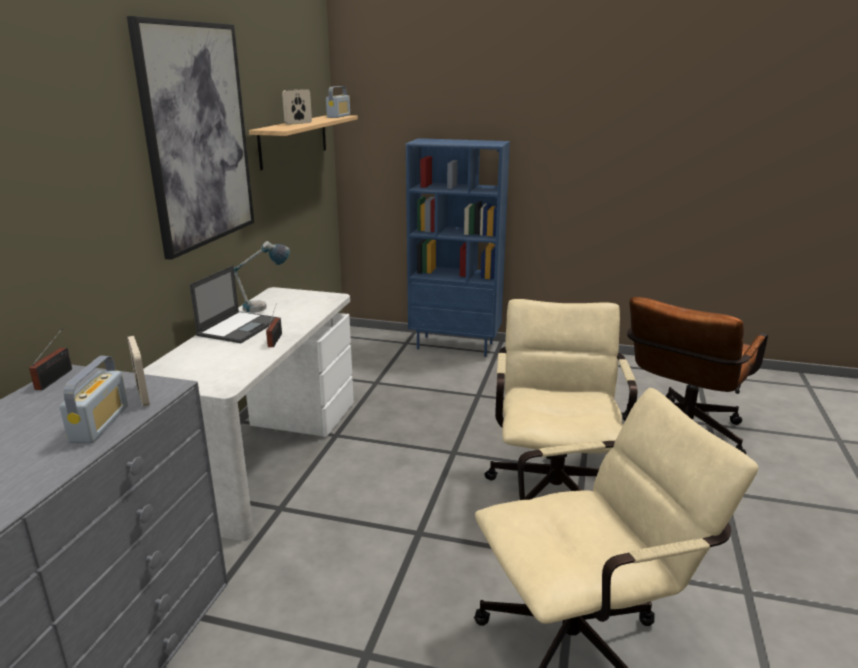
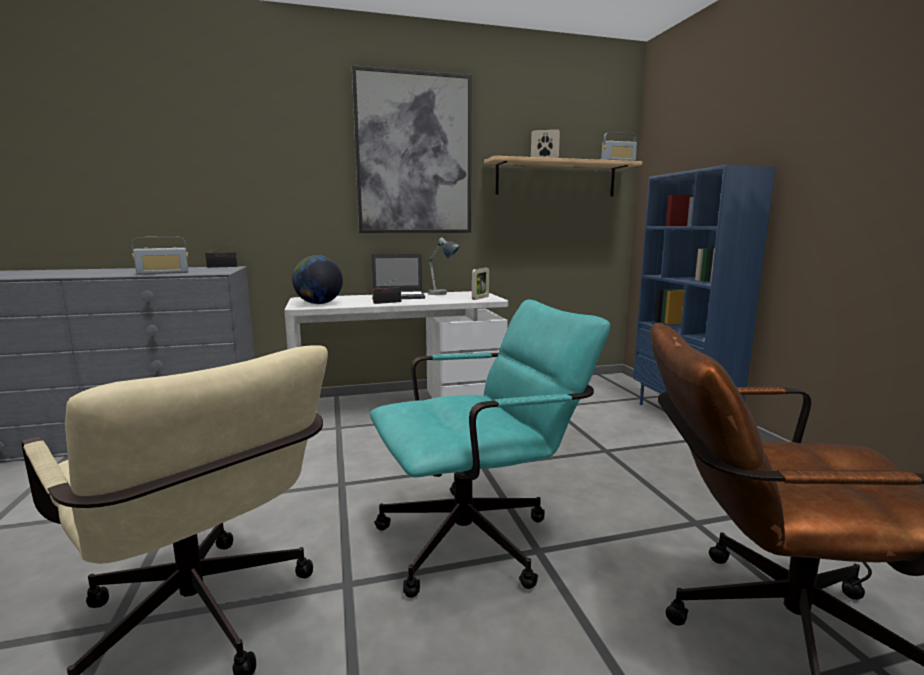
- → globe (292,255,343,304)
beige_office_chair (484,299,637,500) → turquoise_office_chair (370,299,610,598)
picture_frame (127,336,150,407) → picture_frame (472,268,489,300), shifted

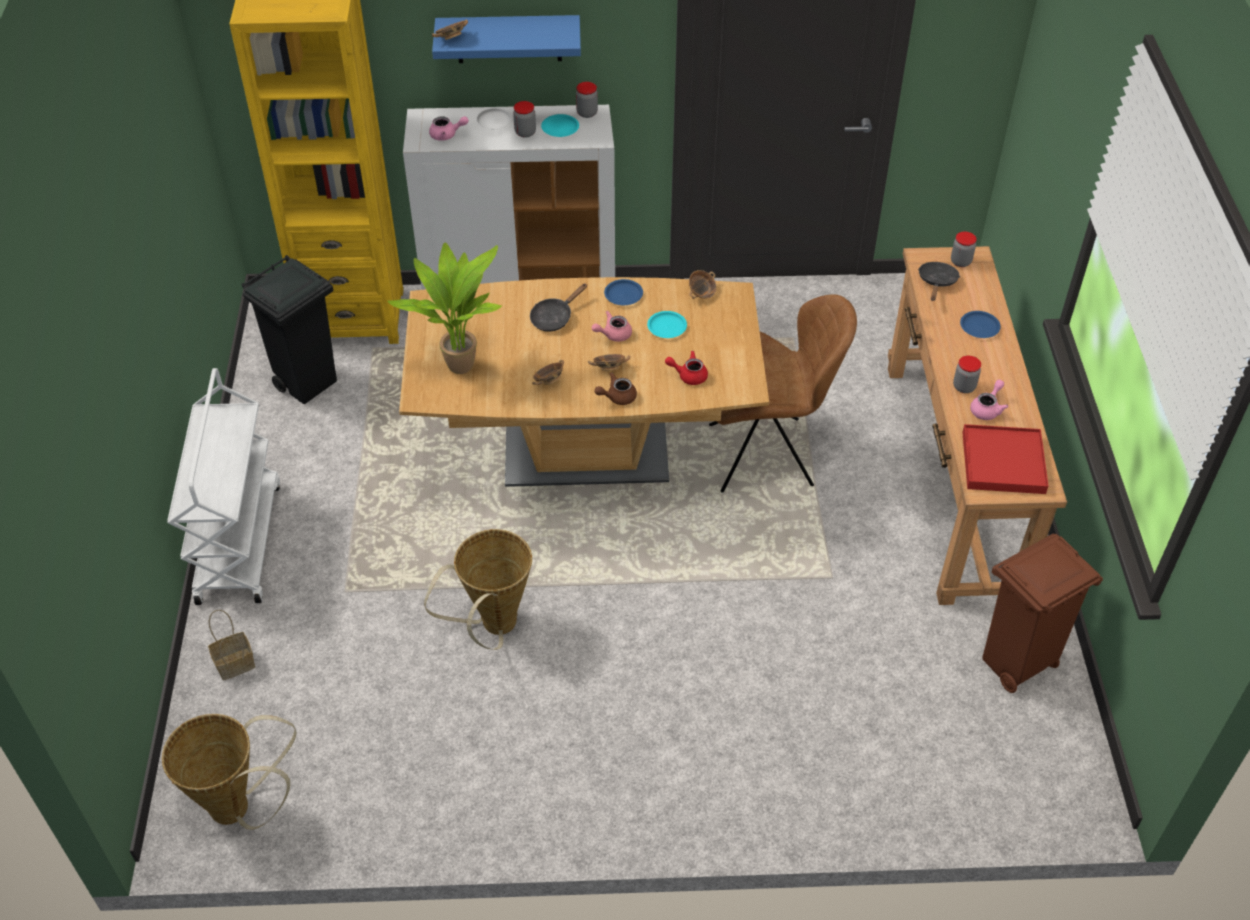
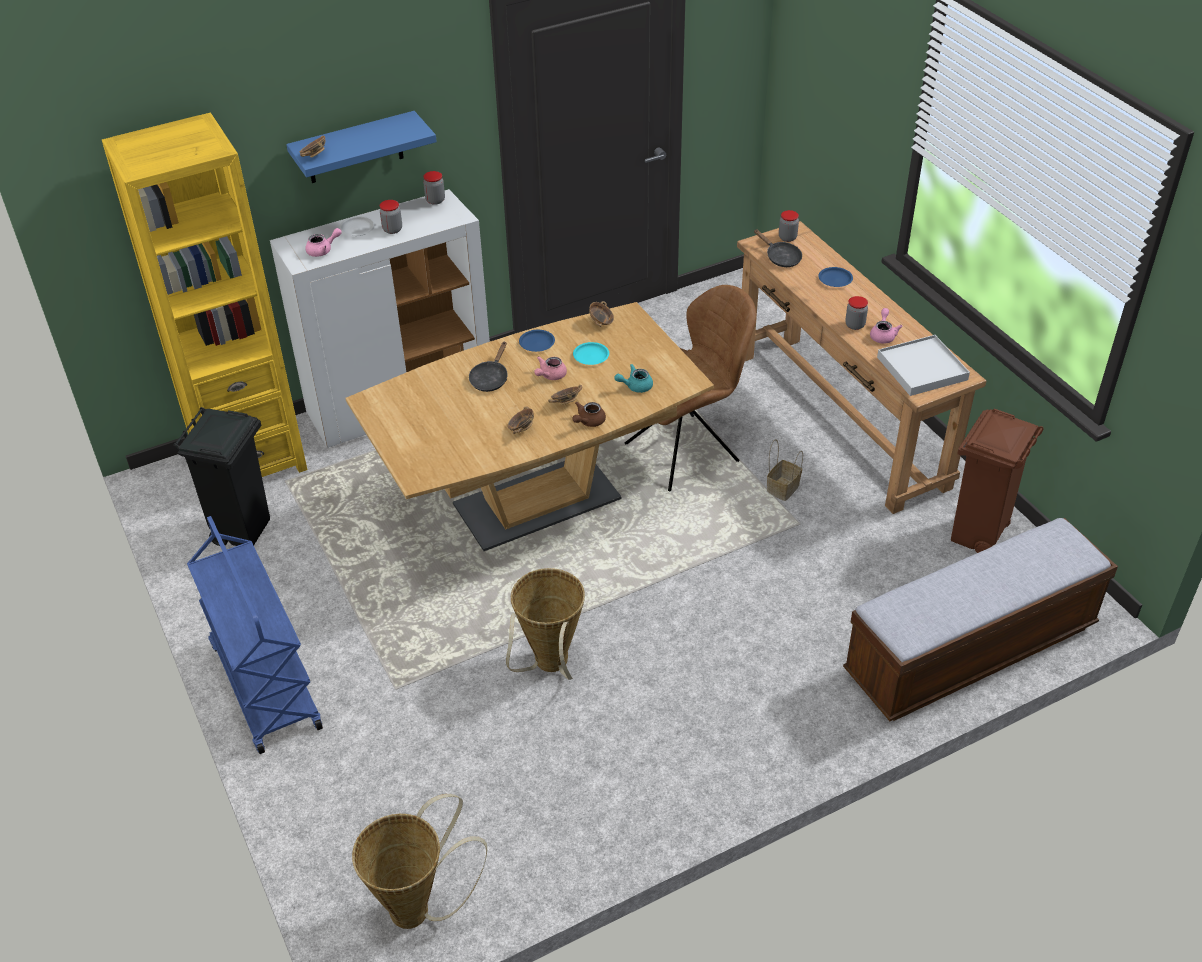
white_cart (167,368,280,605) → blue_cart (187,516,323,754)
red_teapot (665,351,708,385) → turquoise_teapot (614,364,653,393)
black_frying_pan (918,262,960,301) → black_frying_pan (754,229,802,267), 150 degrees clockwise
basket (208,610,256,680) → basket (767,439,803,501), shifted
- → bench (843,518,1118,721)
red_tray (962,424,1048,494) → white_tray (877,335,970,396)
potted_plant (387,242,503,374) → -
turquoise_plate (541,114,579,137) → -

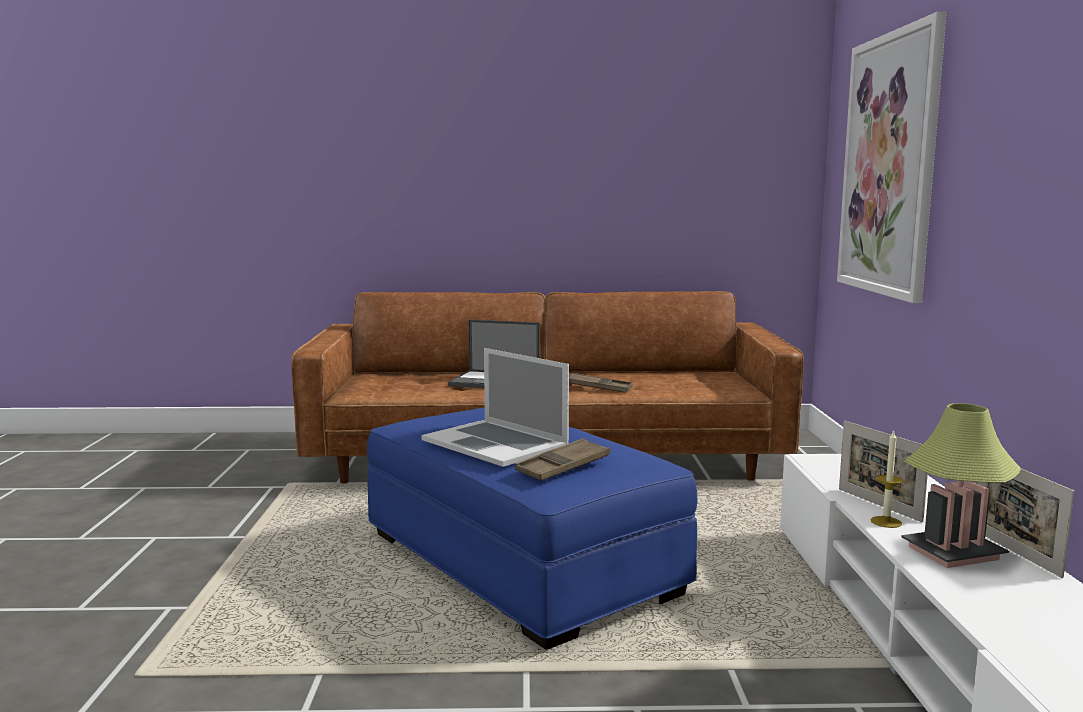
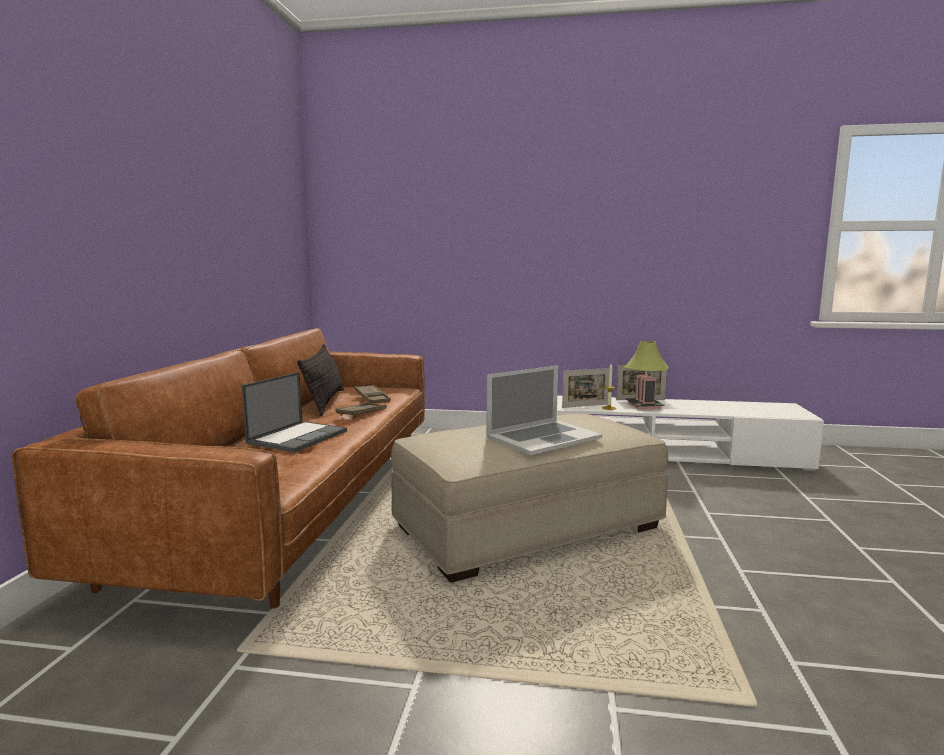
- → pillow (297,344,344,416)
brown_tray (515,438,610,481) → brown_tray (355,385,391,403), shifted
blue_ottoman (367,408,698,650) → beige_ottoman (391,413,668,582)
picture (837,12,947,303) → -

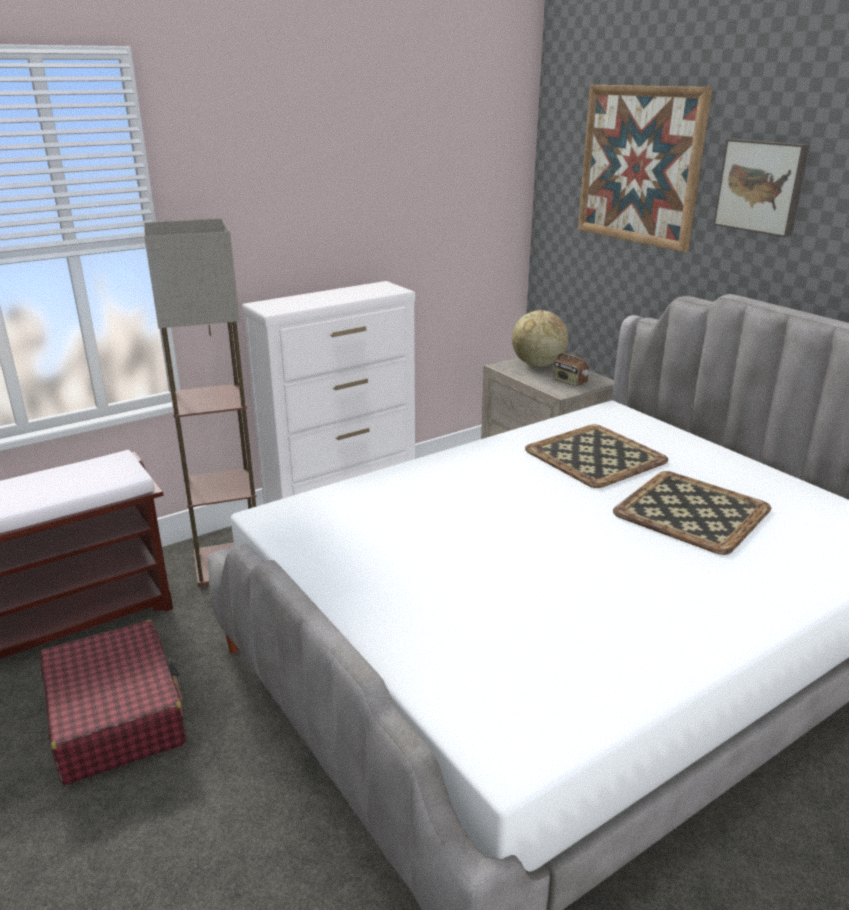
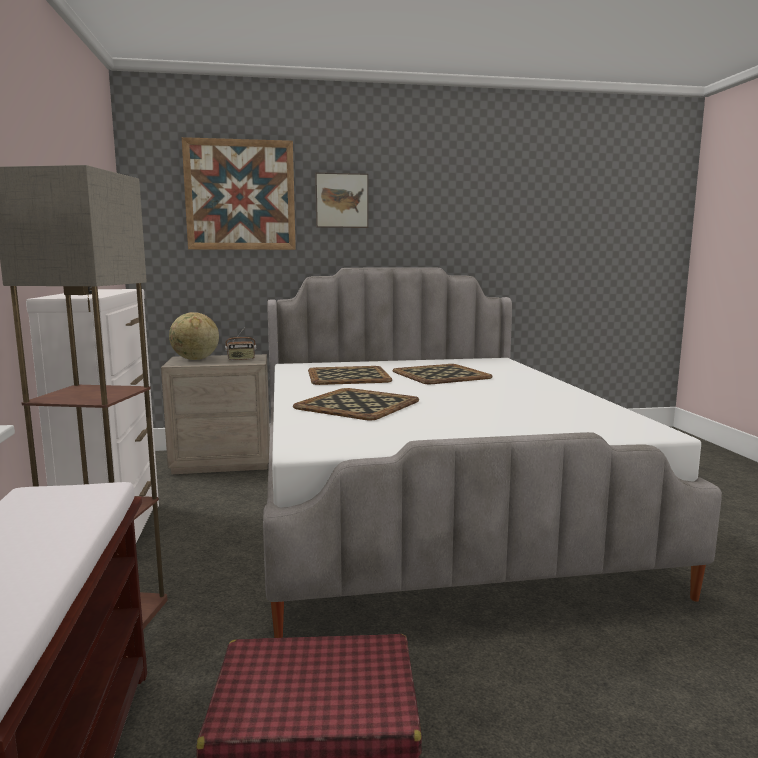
- → tray (293,388,419,420)

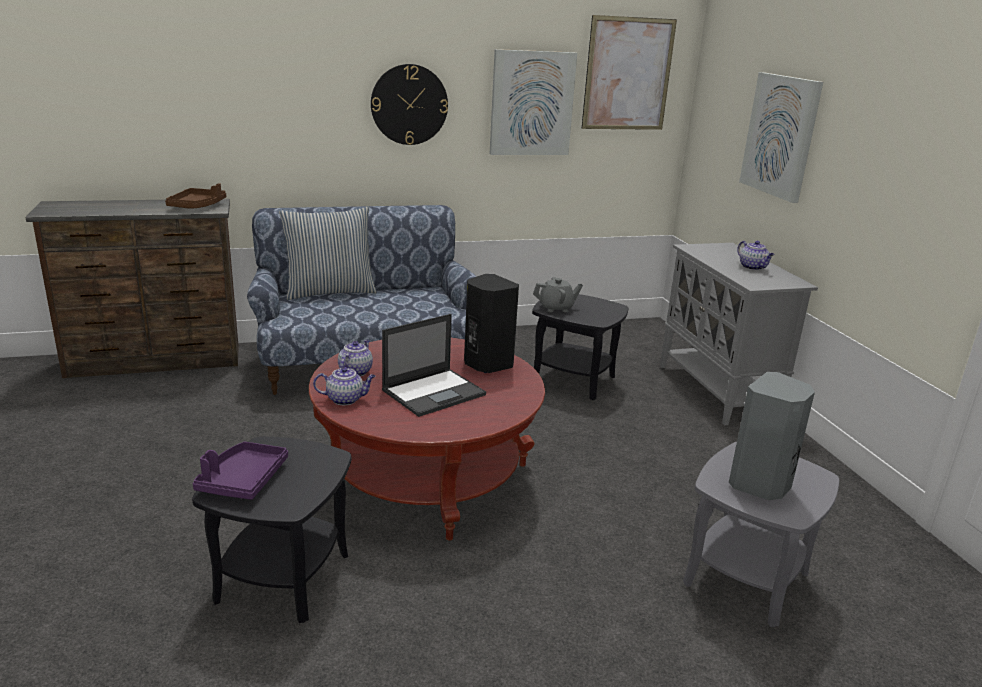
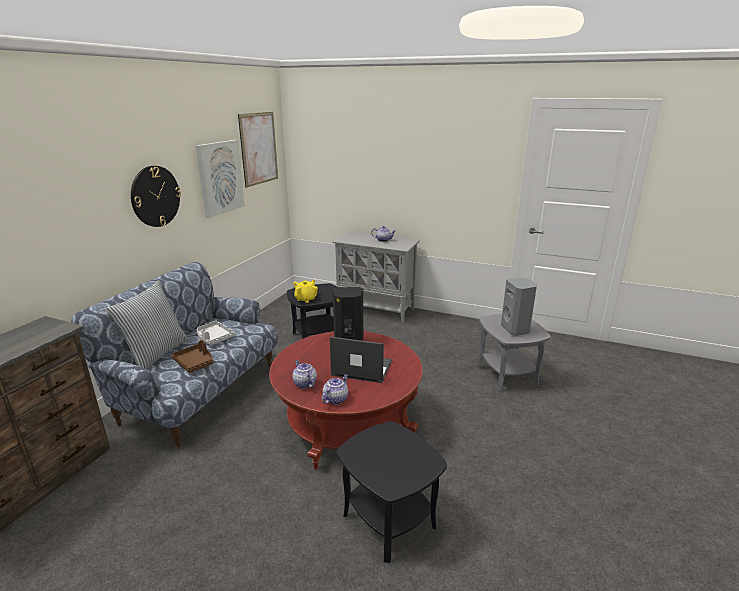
brown_tray (165,184,226,208) → brown_tray (171,340,213,373), shifted
- → grey_tray (197,321,235,345)
grey_teapot (533,277,583,312) → yellow_teapot (293,280,318,303)
laptop (382,314,486,417) → laptop (330,337,392,383), 75 degrees counterclockwise
purple_tray (192,442,288,500) → -
picture (739,72,823,203) → -

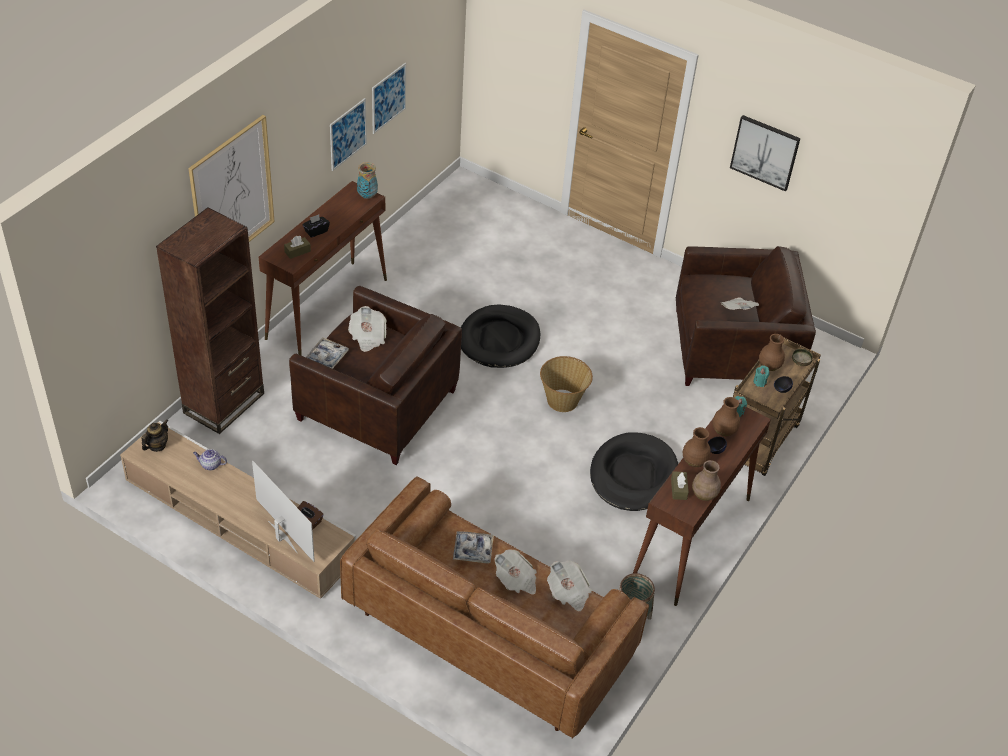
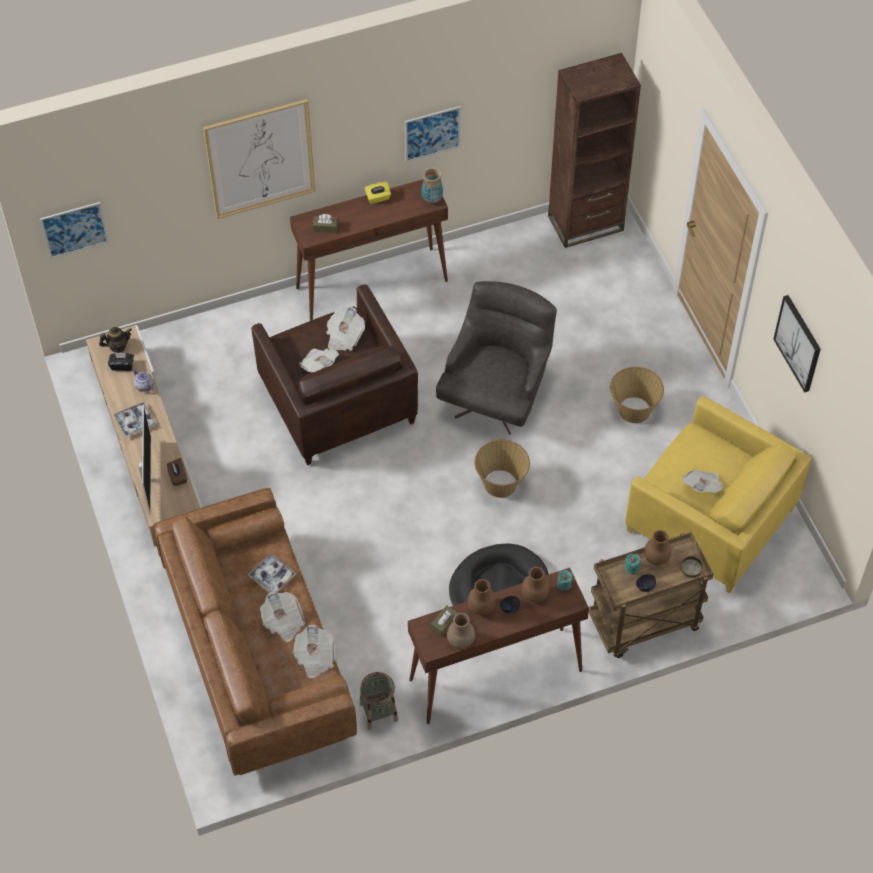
picture (372,63,406,134) → picture (40,202,109,259), shifted
black_tissue_box (302,215,330,238) → black_tissue_box (108,352,134,371), shifted
tray (306,337,349,369) → tray (113,401,156,438), shifted
- → newspaper (299,349,339,372)
- → yellow_tissue_box (364,182,391,204)
black_dog_bed (461,304,540,368) → grey_armchair (436,281,557,435)
brown_bookcase (156,207,264,434) → brown_bookcase (548,53,641,248), shifted
- → basket (610,367,664,423)
brown_armchair (676,246,816,386) → yellow_armchair (625,396,811,593)

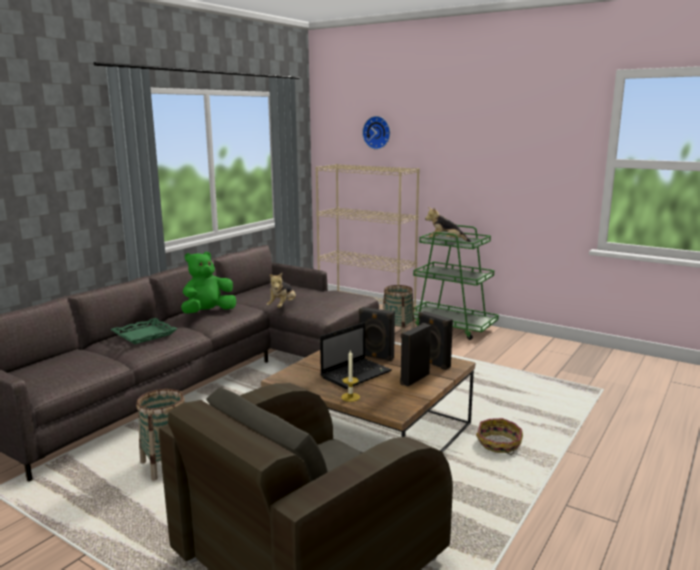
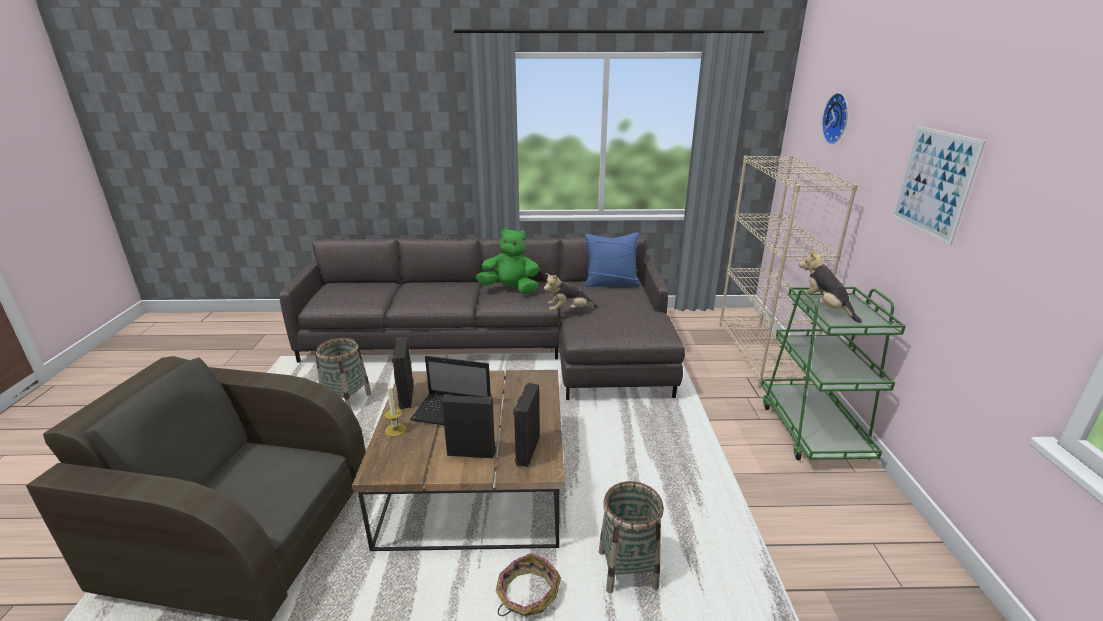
black_speaker (359,307,395,361) → black_speaker (392,337,414,409), shifted
- → blue_pillow (584,233,640,287)
basket (383,285,414,333) → basket (599,481,664,593), shifted
- → picture (892,126,986,245)
green_tray (110,318,178,344) → -

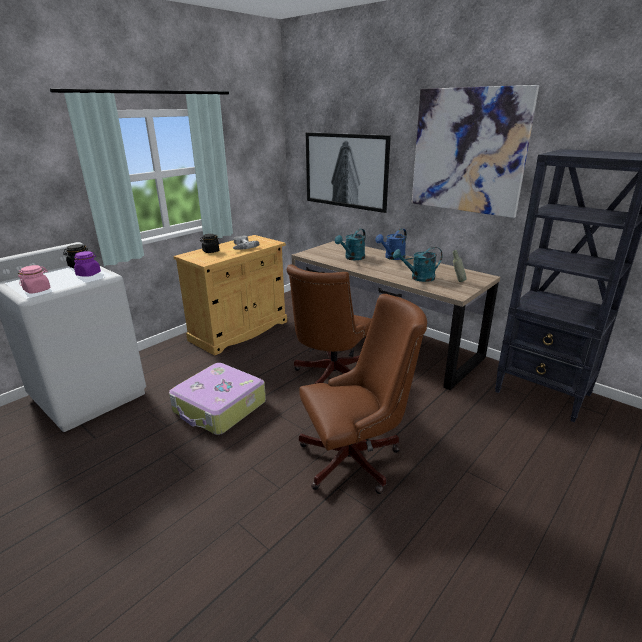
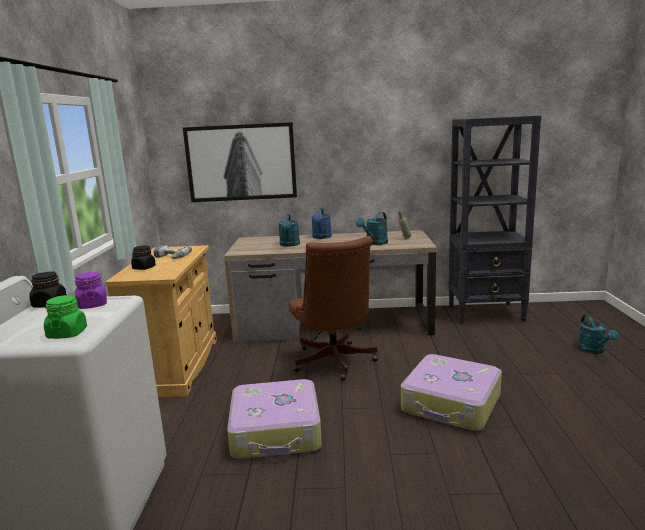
pink_jar (18,265,51,294) → green_jar (44,295,87,339)
brown_office_chair (299,294,427,494) → suitcase (401,354,502,431)
- → turquoise_watering_can (578,314,619,354)
picture (412,85,539,218) → -

